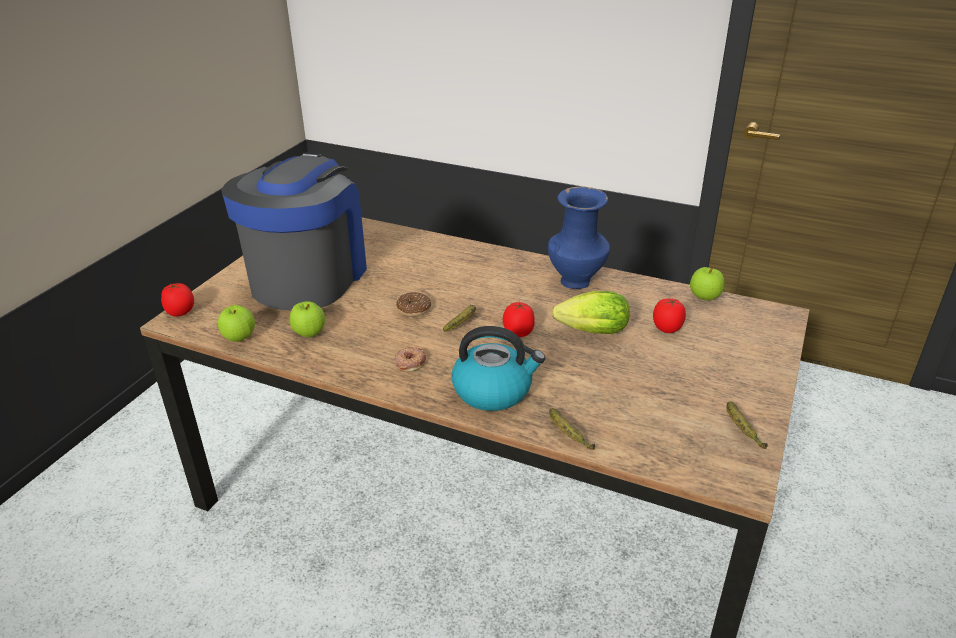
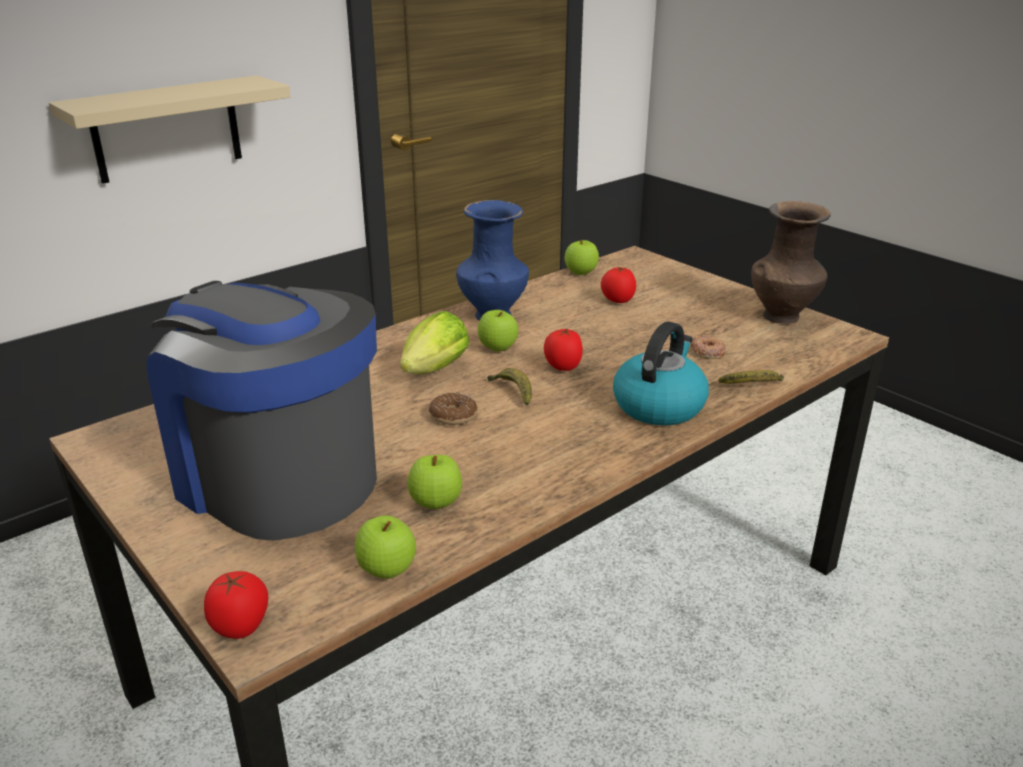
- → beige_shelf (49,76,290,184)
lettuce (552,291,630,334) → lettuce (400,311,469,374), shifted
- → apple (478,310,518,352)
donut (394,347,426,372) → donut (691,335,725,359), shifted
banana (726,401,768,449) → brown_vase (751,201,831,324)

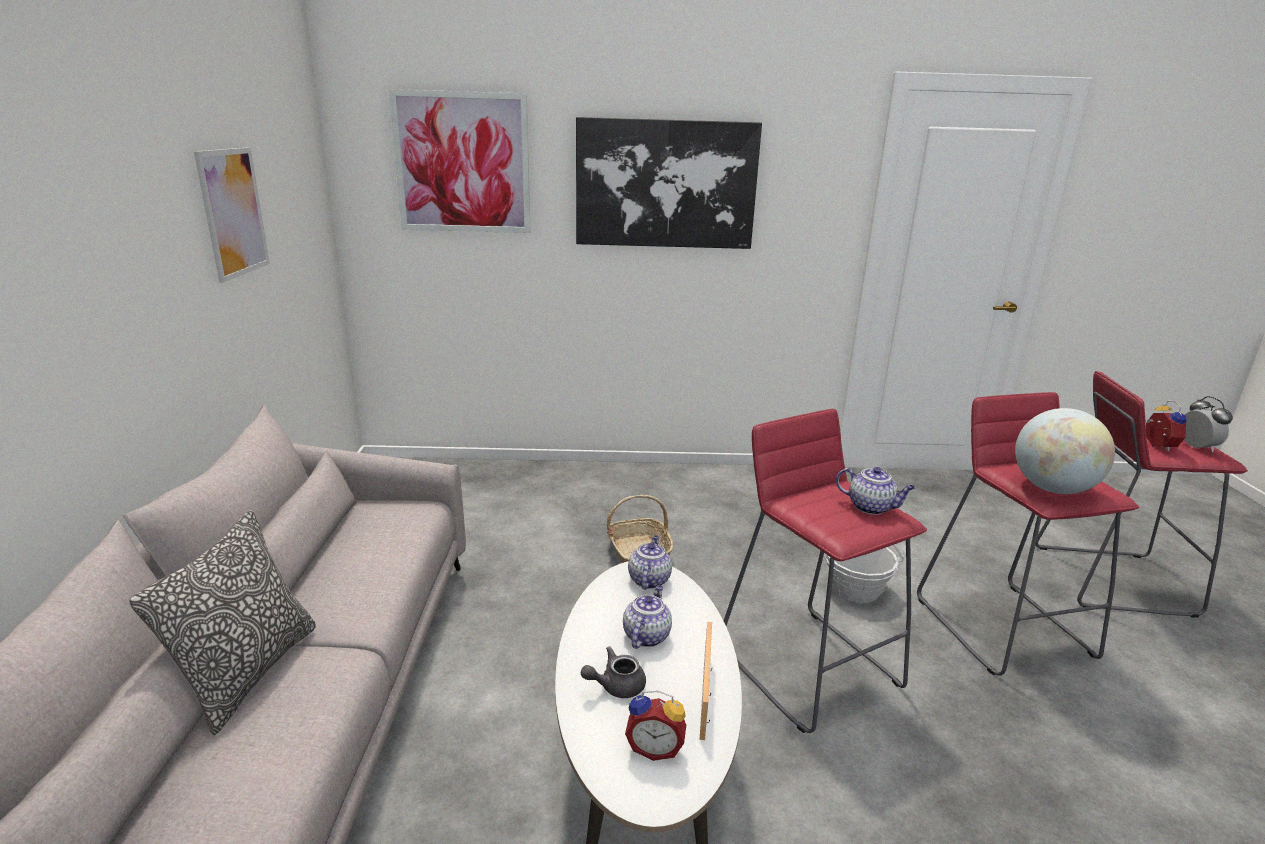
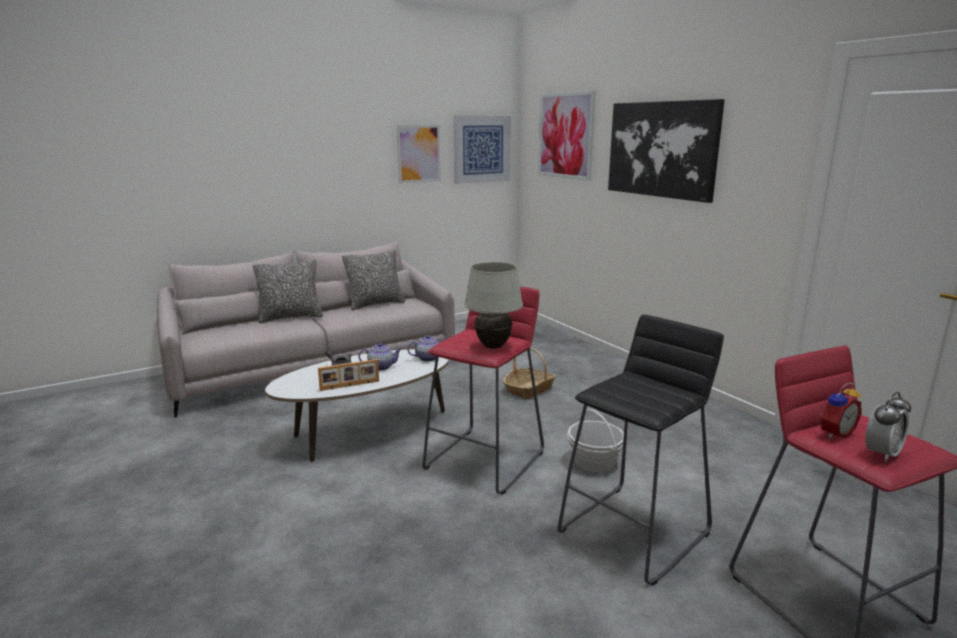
- → pillow (342,249,405,310)
- → picture (454,116,511,184)
teapot (836,467,916,515) → white_table_lamp (465,262,523,349)
red_stool (917,392,1139,676) → black_stool (558,314,724,586)
alarm_clock (625,691,686,761) → -
globe (1015,408,1115,494) → -

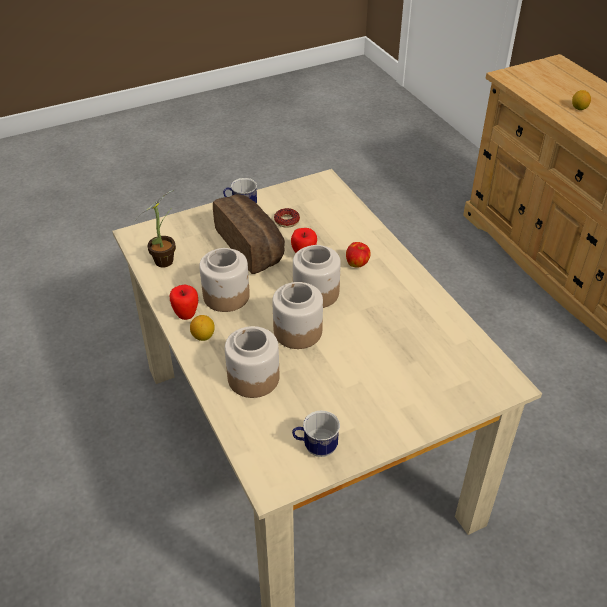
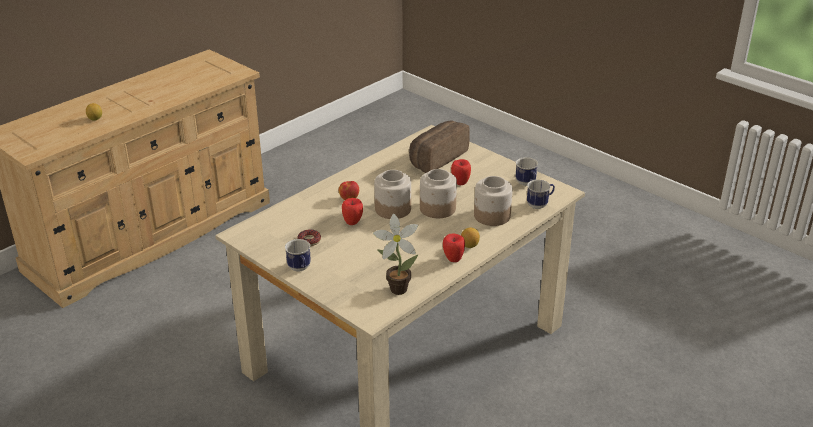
bread (213,194,285,274) → bread (409,121,470,173), shifted
- → apple (451,159,471,185)
- → mug (527,180,555,209)
jar (199,248,250,312) → -

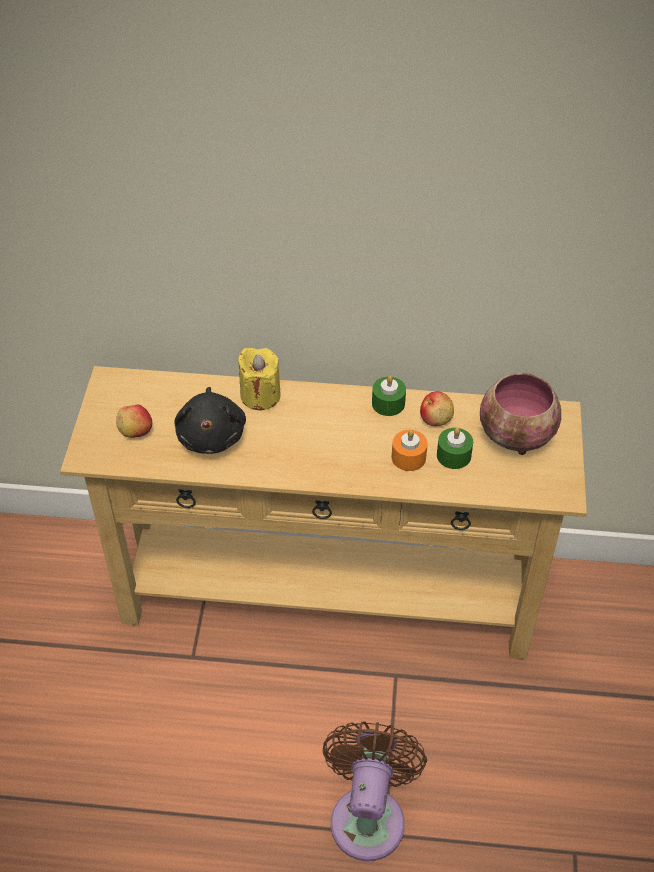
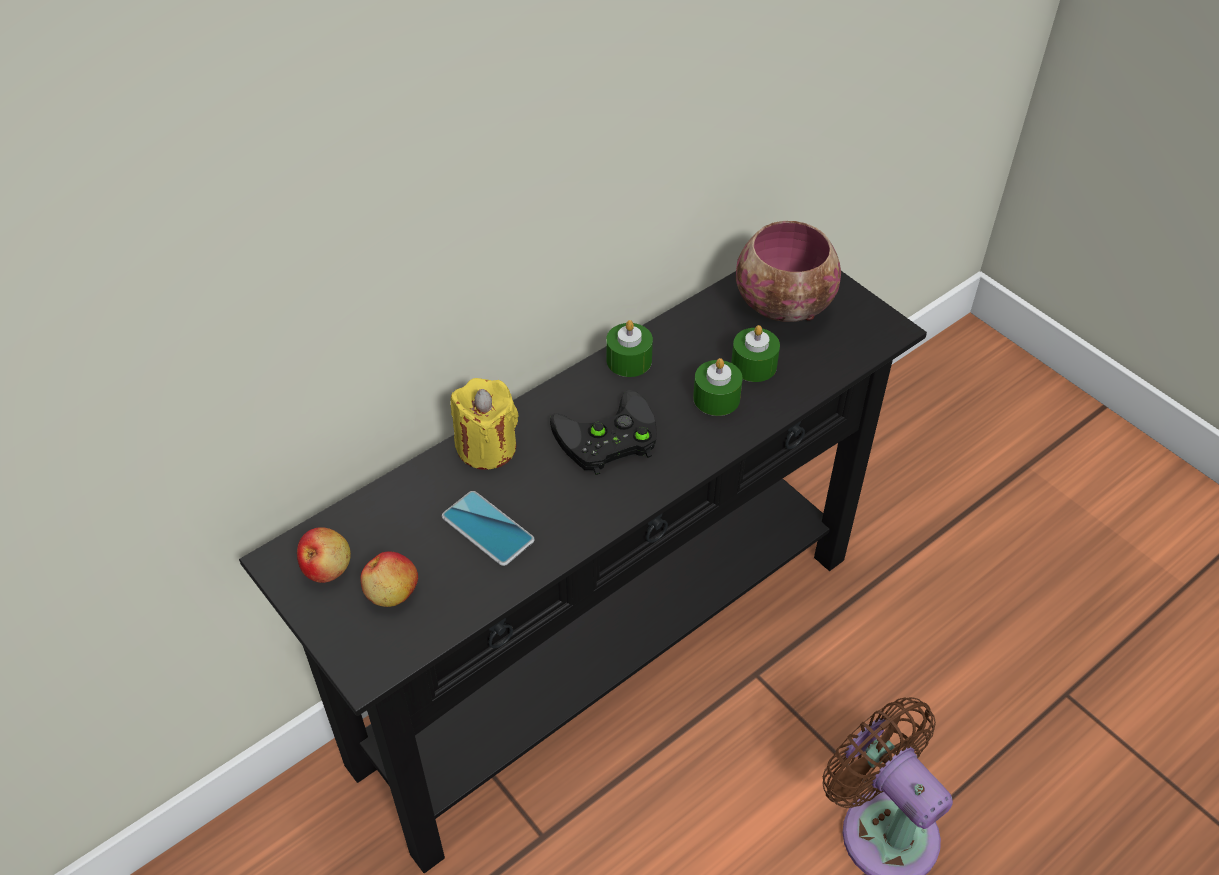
beige_console_table (60,366,587,659) → black_console_table (239,271,927,873)
apple (420,391,454,426) → apple (297,527,351,583), shifted
black_plush_toy (174,387,246,454) → phone (442,491,535,566)
- → black_game_controller (550,390,657,475)
orange_candle (392,430,428,471) → green_candle (693,358,743,416)

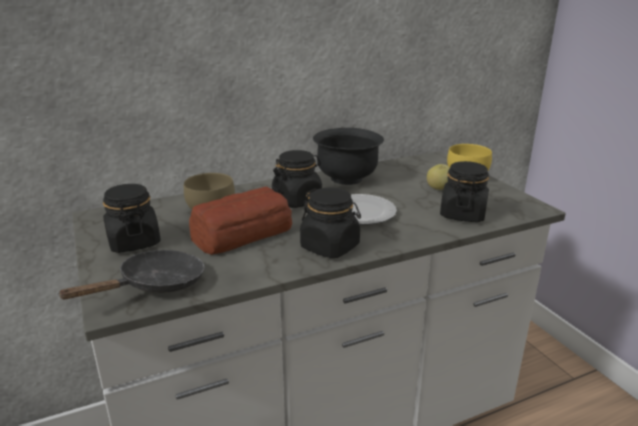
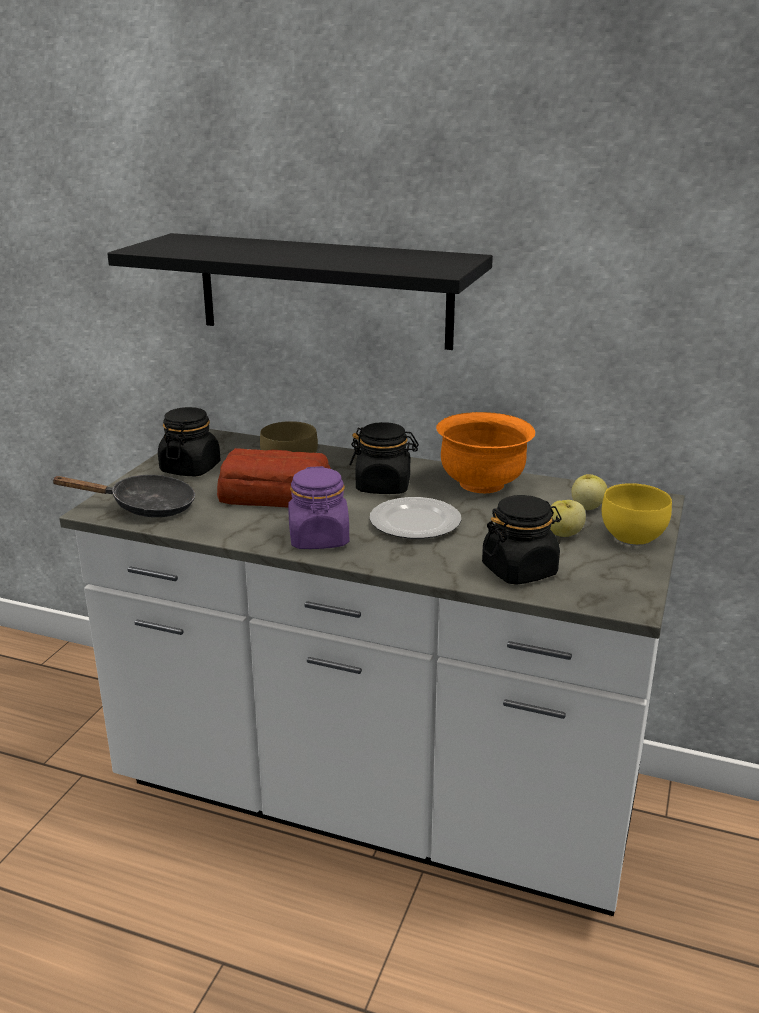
- → black_shelf (107,233,493,350)
black_jar (300,188,361,258) → purple_jar (288,466,349,549)
black_bowl (313,128,384,185) → orange_bowl (436,412,535,493)
- → apple (572,474,608,510)

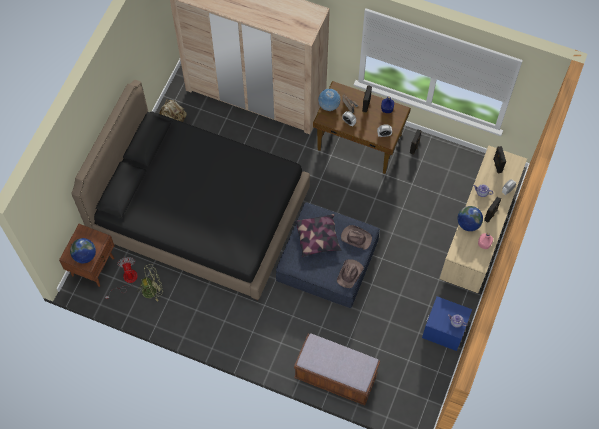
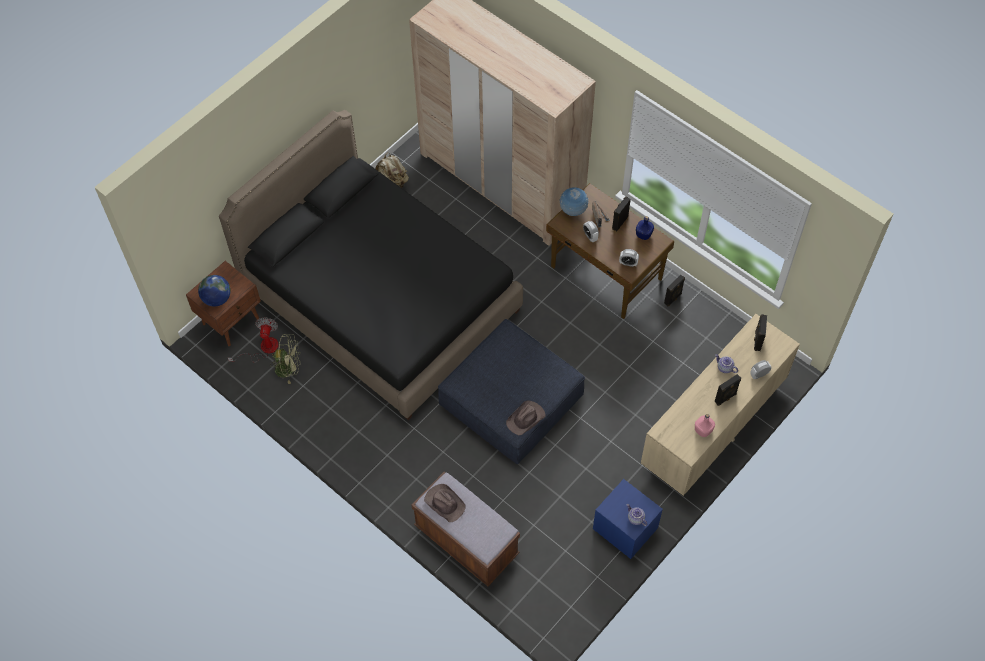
brown_hat (341,225,372,250) → brown_hat (424,484,465,522), shifted
pillow (294,214,341,257) → -
globe (457,206,483,231) → -

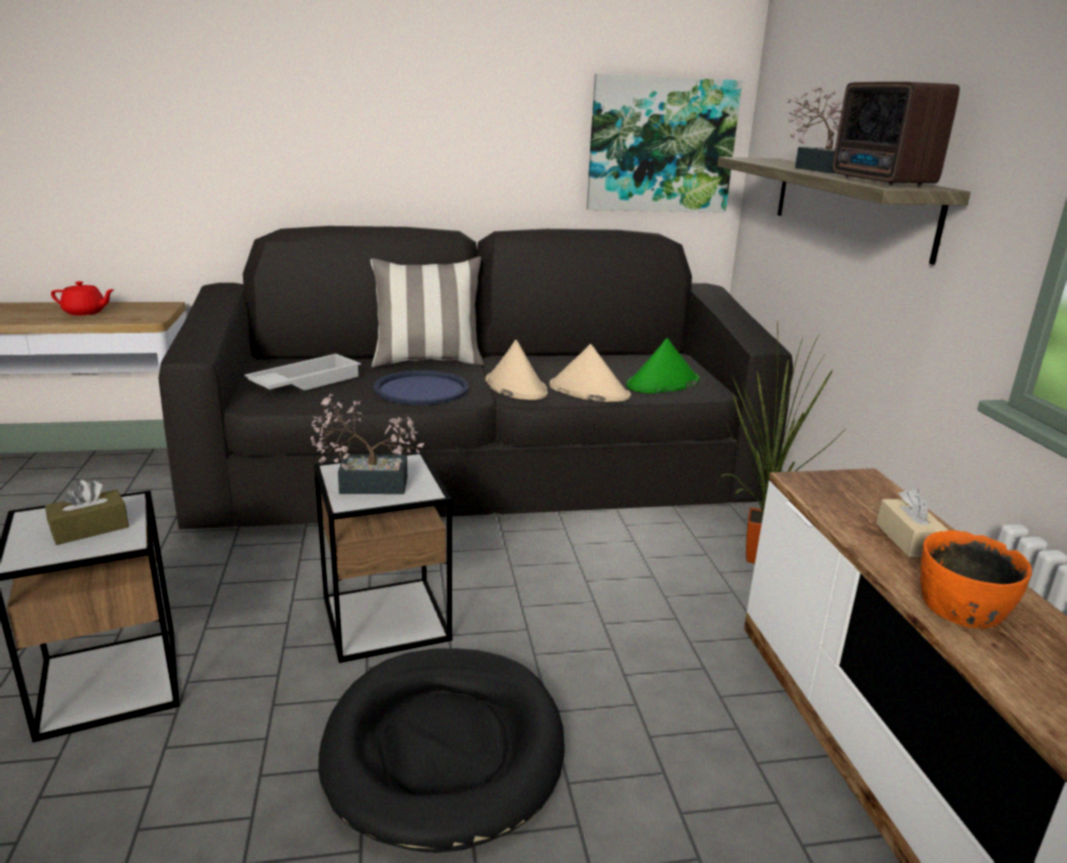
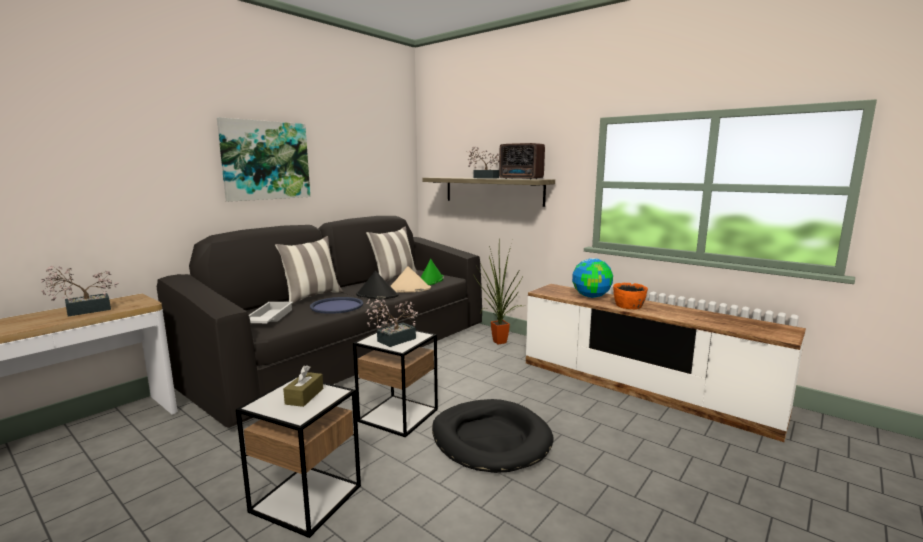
red_teapot (51,281,115,315) → potted_plant (41,266,119,317)
picture (586,74,742,213) → picture (217,117,310,202), shifted
beige_hat (485,340,548,400) → black_hat (356,271,399,299)
- → pillow (366,227,419,281)
beige_tissue_box (876,488,949,557) → globe (572,258,613,298)

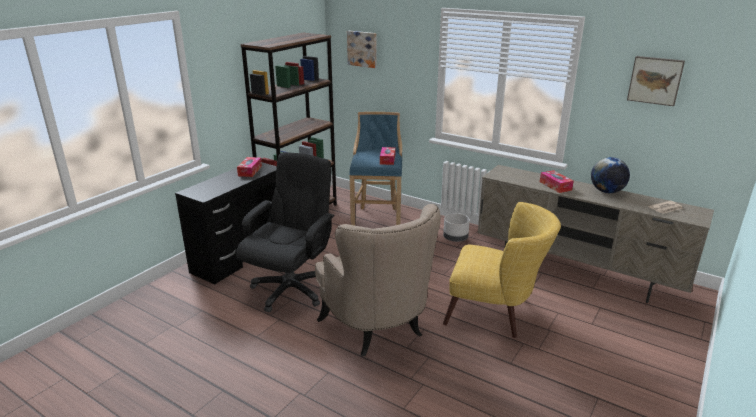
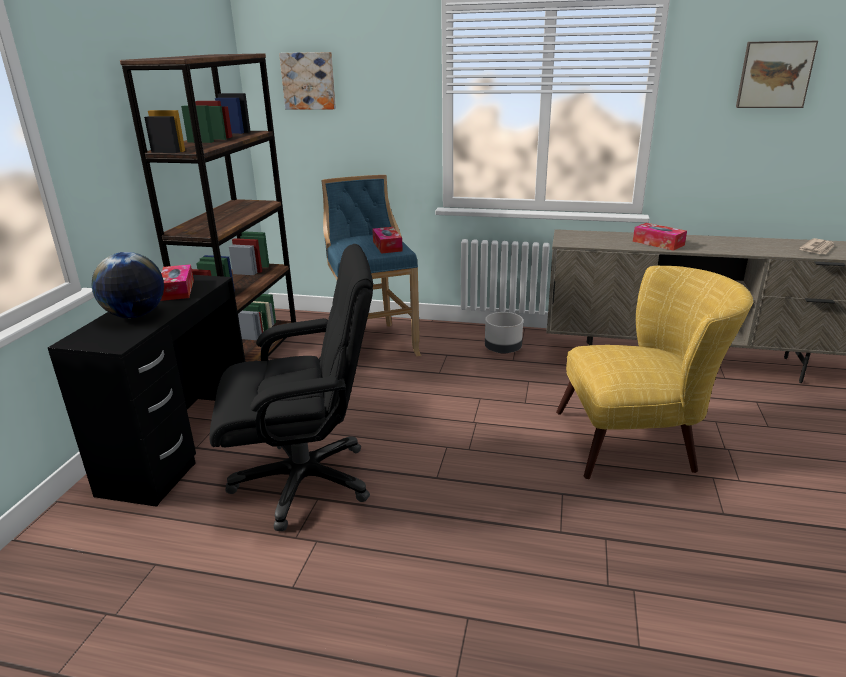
globe (591,157,630,193) → globe (92,252,164,318), shifted
black_office_chair (236,152,335,312) → black_office_chair (209,244,373,531), 75 degrees clockwise
beige_armchair (315,204,441,356) → -

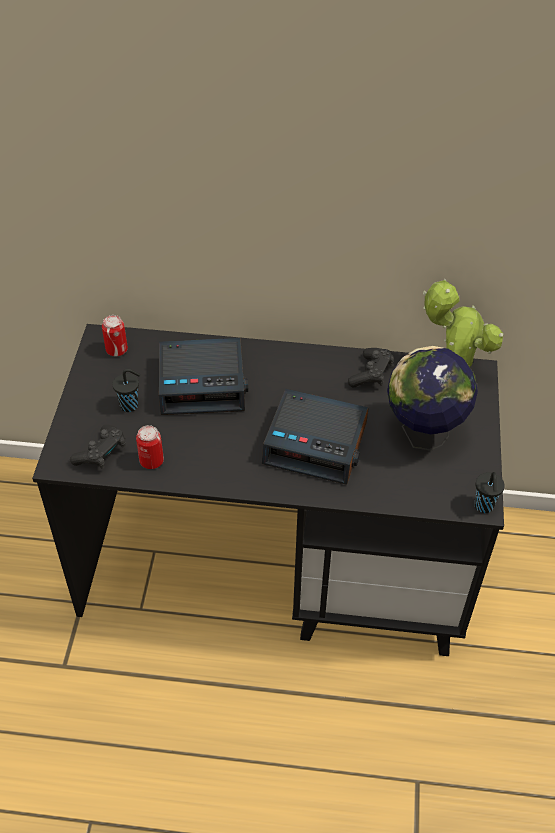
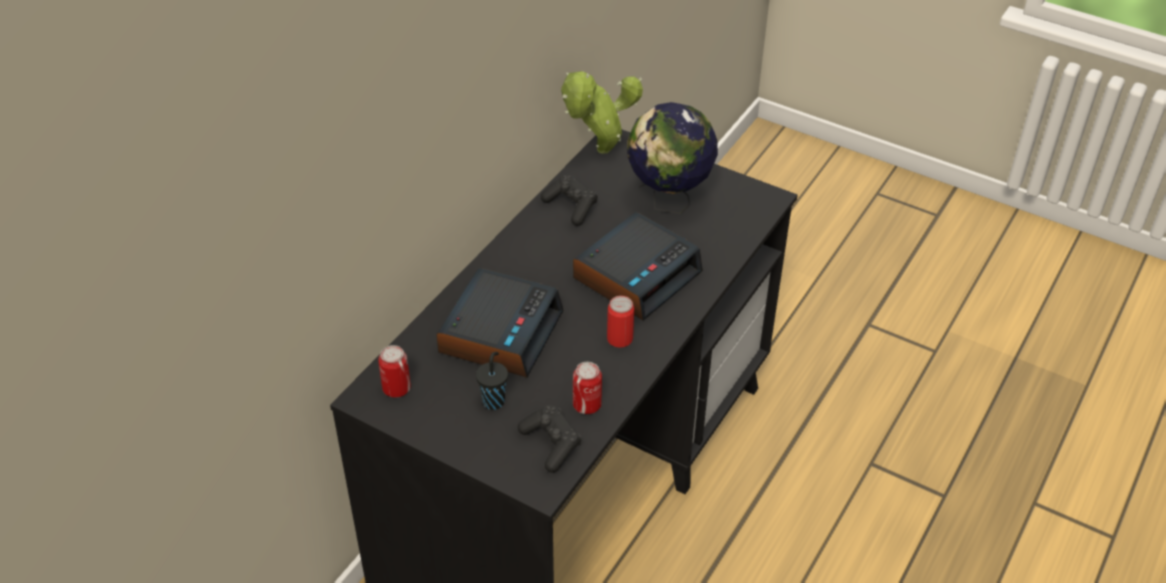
- → can (607,296,634,348)
black_cup (474,472,505,513) → -

